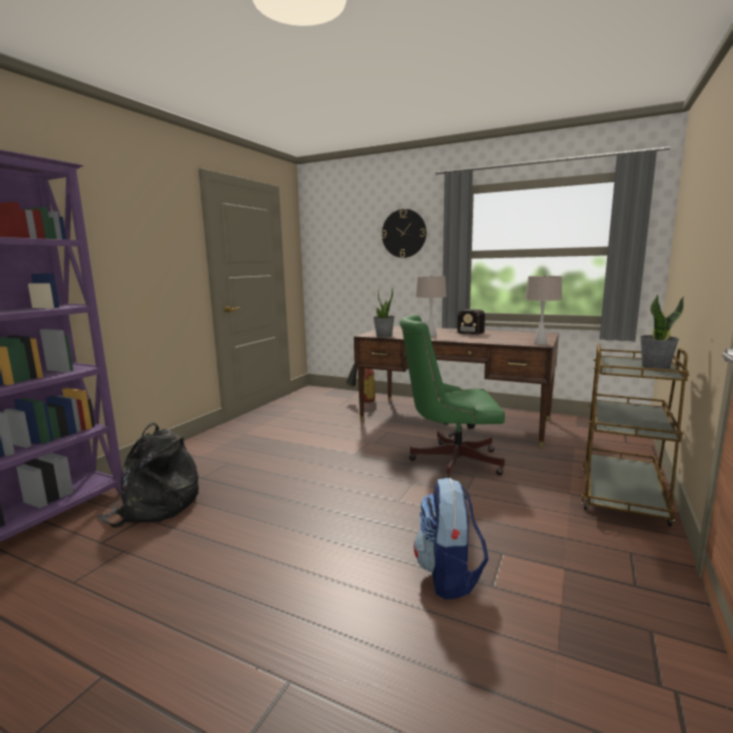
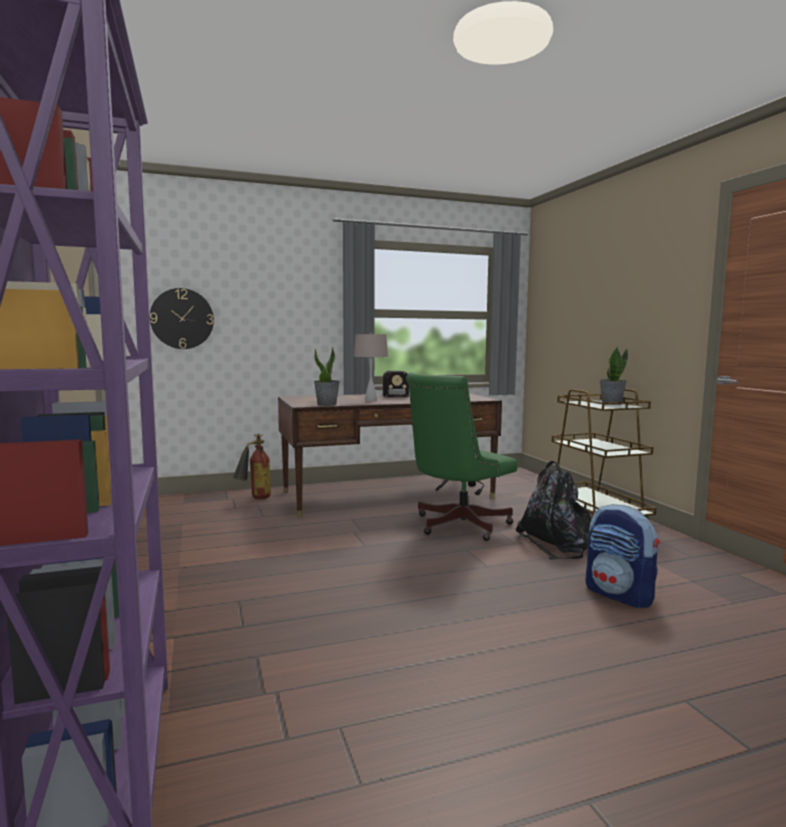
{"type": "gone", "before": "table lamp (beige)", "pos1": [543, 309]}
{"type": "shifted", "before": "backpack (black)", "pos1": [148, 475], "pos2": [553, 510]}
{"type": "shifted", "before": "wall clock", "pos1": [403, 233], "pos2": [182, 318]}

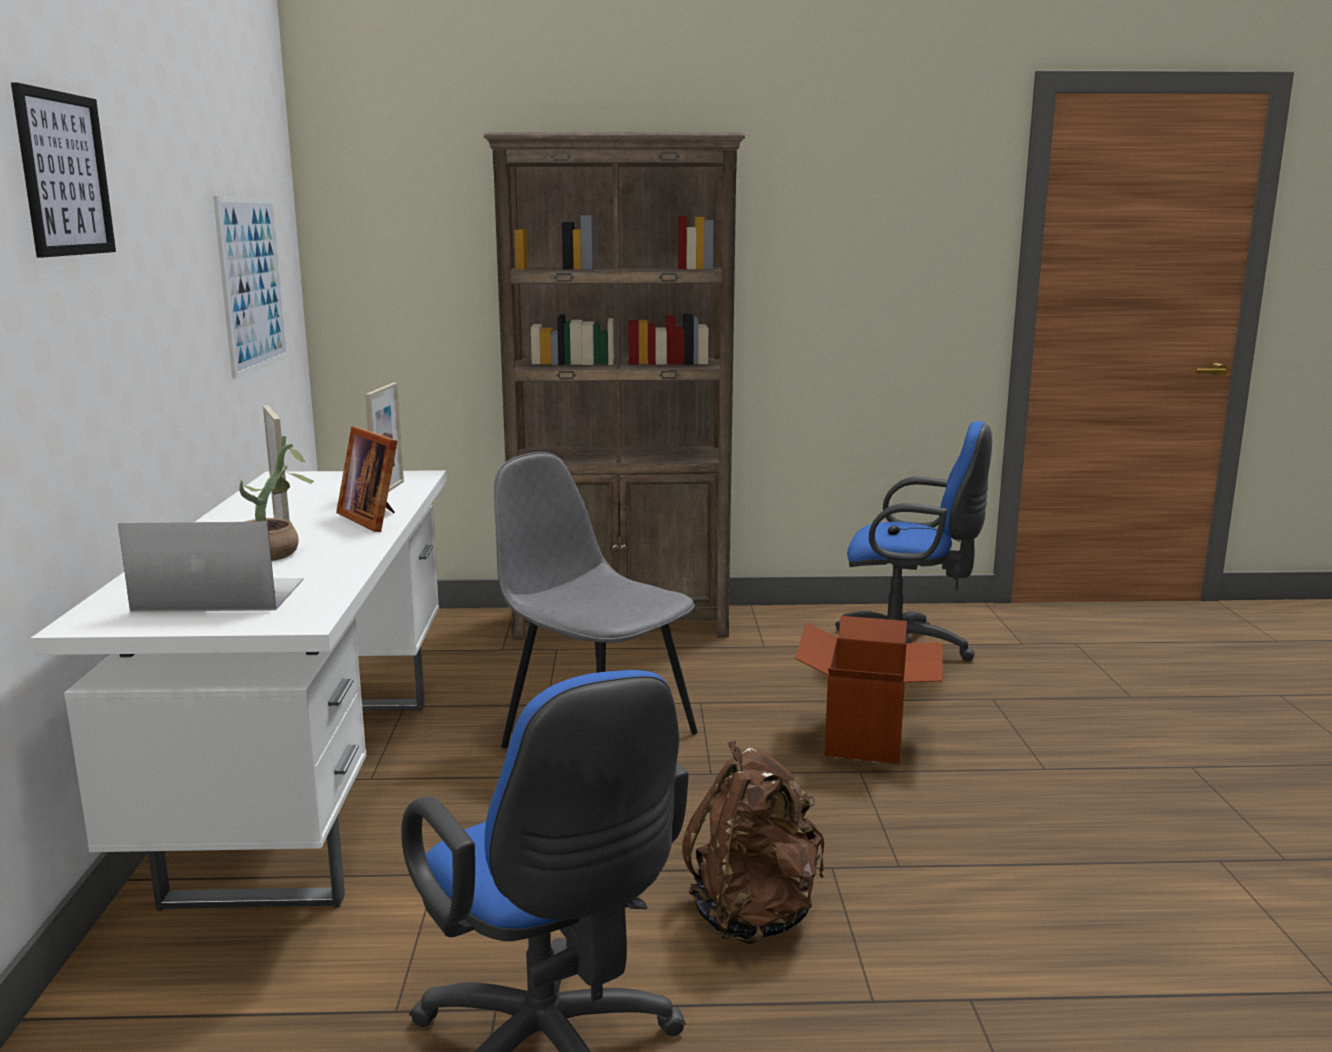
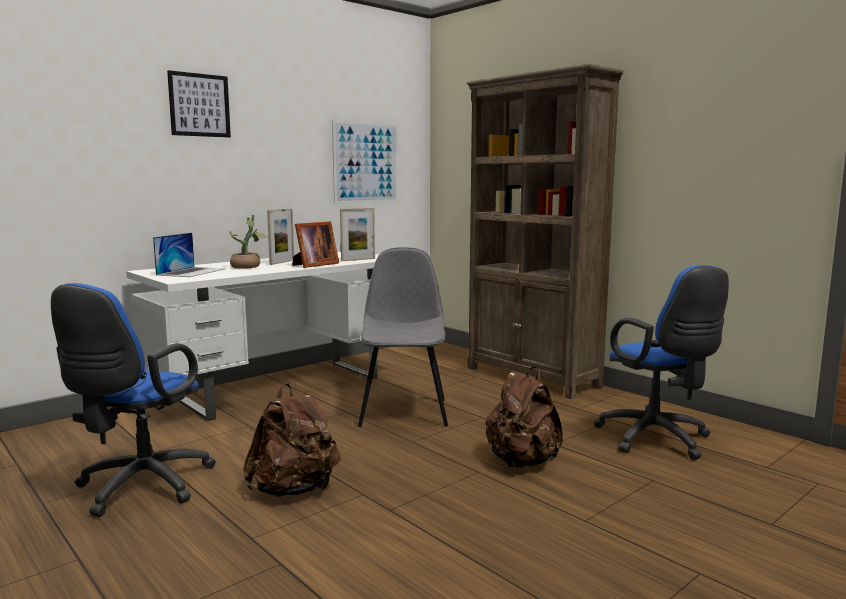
{"type": "swapped", "before": "packing box", "after": "backpack (brown)", "pos1": [869, 690], "pos2": [524, 417]}
{"type": "rotated", "before": "laptop", "pos1": [211, 567], "pos2": [189, 255], "turn": 60}
{"type": "rotated", "before": "photo frame", "pos1": [366, 479], "pos2": [315, 244], "turn": -150}

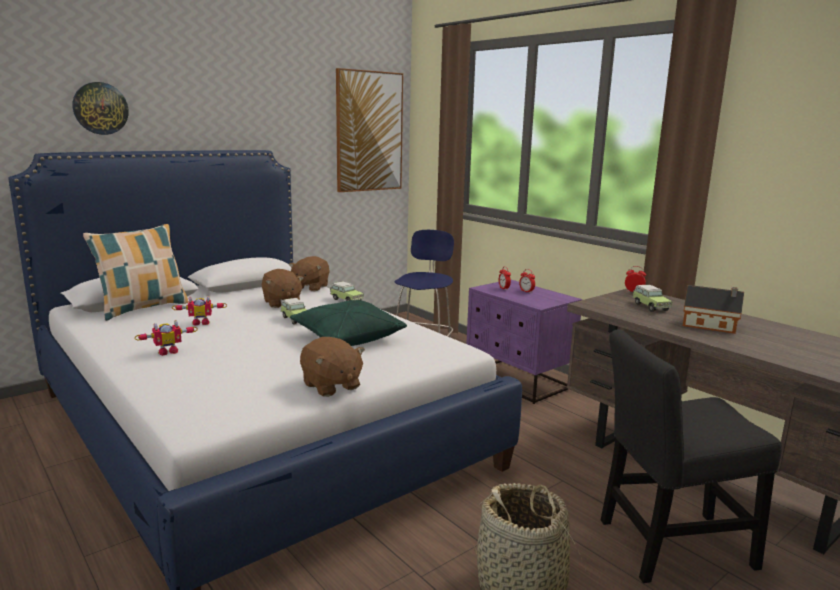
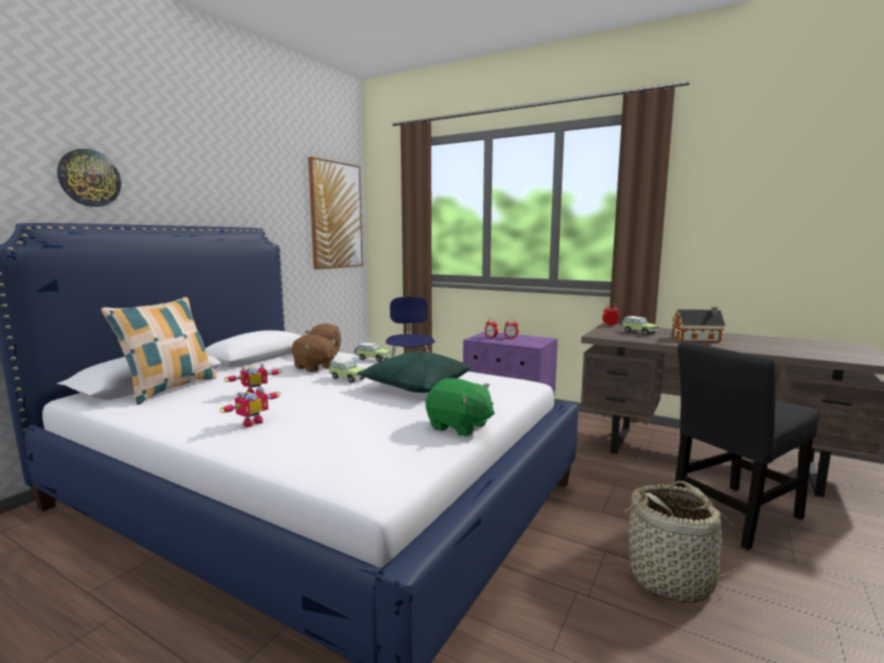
{"type": "repainted", "before": "cuddly toy (brown)", "after": "cuddly toy (green-coloured)", "pos1": [332, 367], "pos2": [460, 407]}

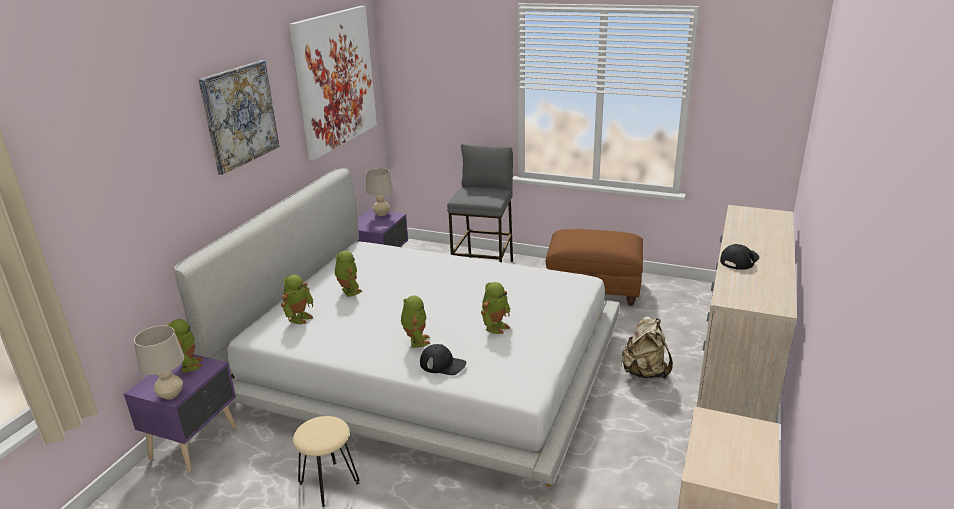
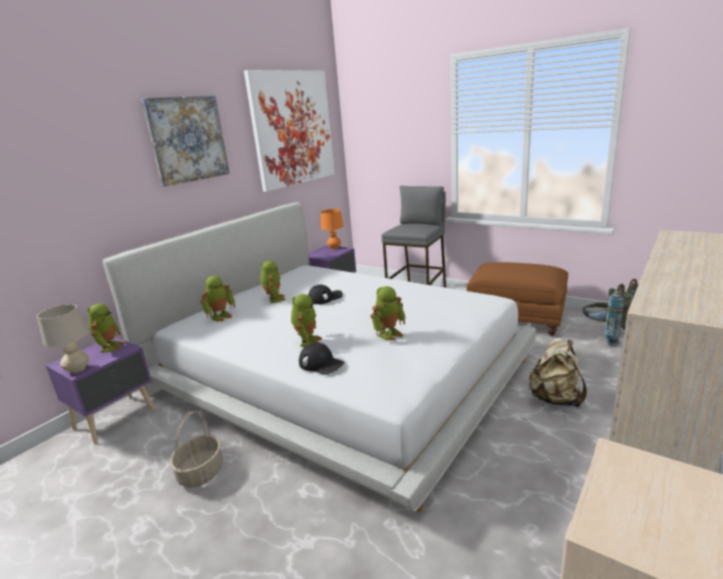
{"type": "new", "after": "backpack (grey)", "pos2": [610, 312]}
{"type": "shifted", "before": "peaked cap (black)", "pos1": [739, 257], "pos2": [325, 294]}
{"type": "swapped", "before": "stool seat (beige)", "after": "household basket", "pos1": [326, 461], "pos2": [196, 449]}
{"type": "repainted", "before": "table lamp (beige)", "after": "table lamp (orange-coloured)", "pos1": [379, 192], "pos2": [332, 229]}

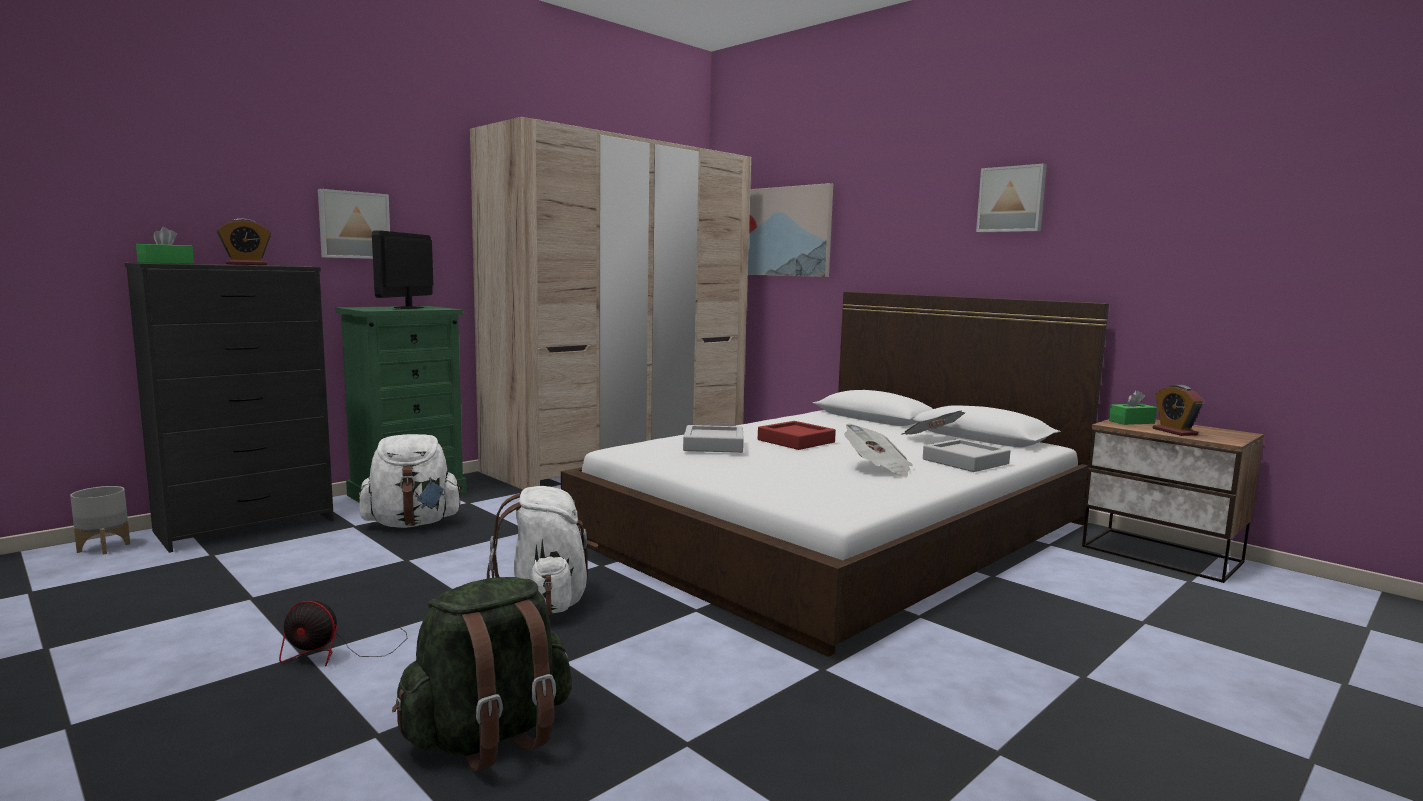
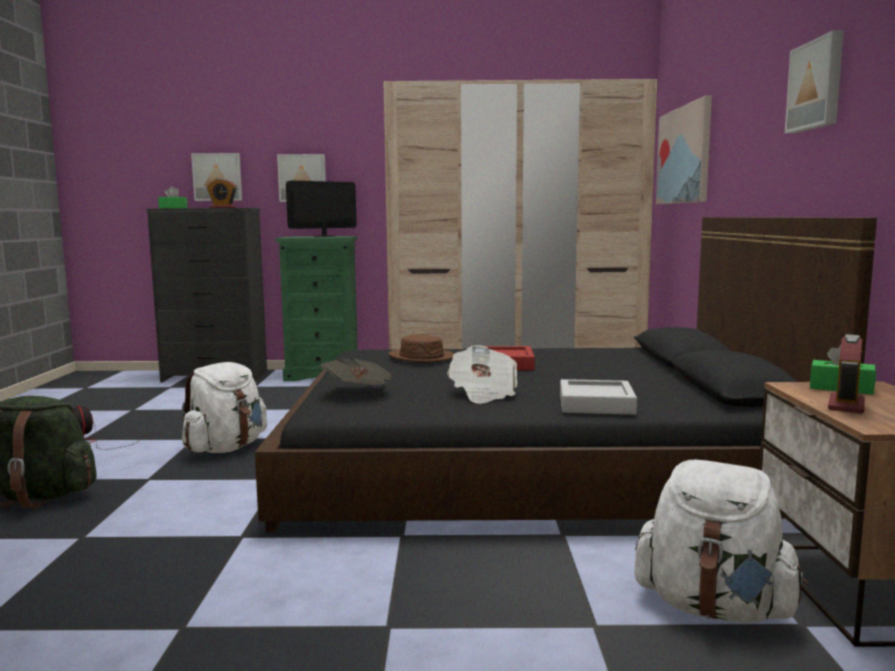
{"type": "gone", "before": "plant pot (grey)", "pos1": [100, 520]}
{"type": "new", "after": "wall picture", "pos2": [216, 177]}
{"type": "shifted", "before": "backpack (white-coloured)", "pos1": [410, 481], "pos2": [721, 541]}
{"type": "shifted", "before": "printed paper", "pos1": [933, 422], "pos2": [356, 371]}
{"type": "swapped", "before": "serving tray (grey)", "after": "clothing hat (brown)", "pos1": [713, 439], "pos2": [422, 348]}
{"type": "repainted", "before": "bed (white-coloured)", "after": "bed (black)", "pos1": [835, 474], "pos2": [566, 374]}

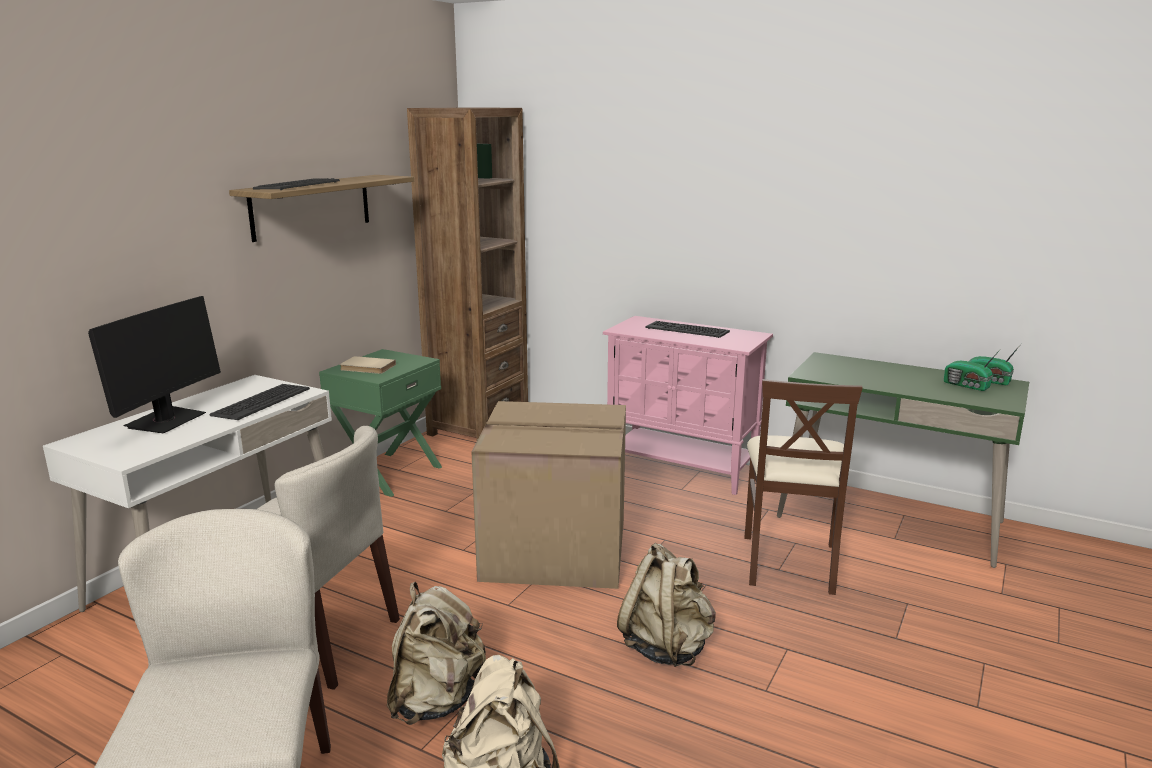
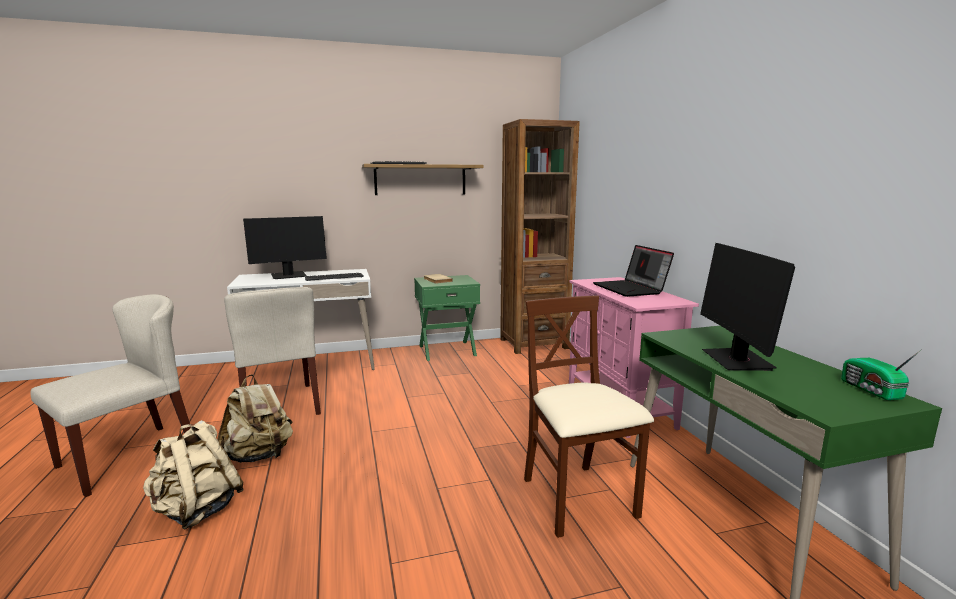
{"type": "gone", "before": "packing box", "pos1": [548, 495]}
{"type": "gone", "before": "backpack (beige)", "pos1": [666, 605]}
{"type": "gone", "before": "radio set", "pos1": [972, 370]}
{"type": "new", "after": "computer screen", "pos2": [747, 307]}
{"type": "swapped", "before": "keyboard", "after": "laptop", "pos1": [687, 329], "pos2": [633, 271]}
{"type": "rotated", "before": "plain chair (brown)", "pos1": [803, 487], "pos2": [589, 416], "turn": 105}

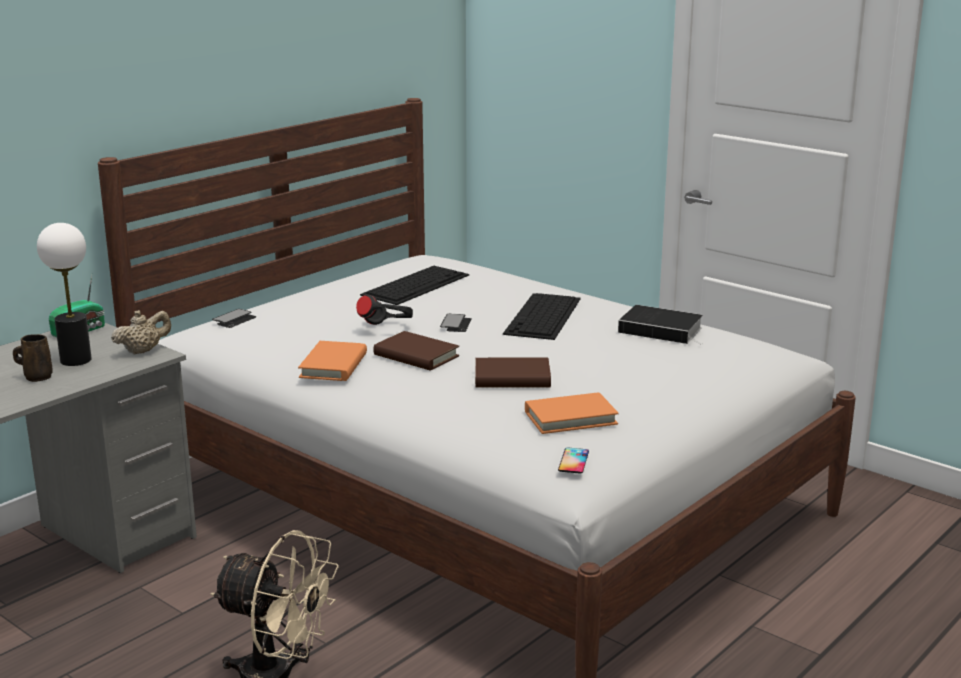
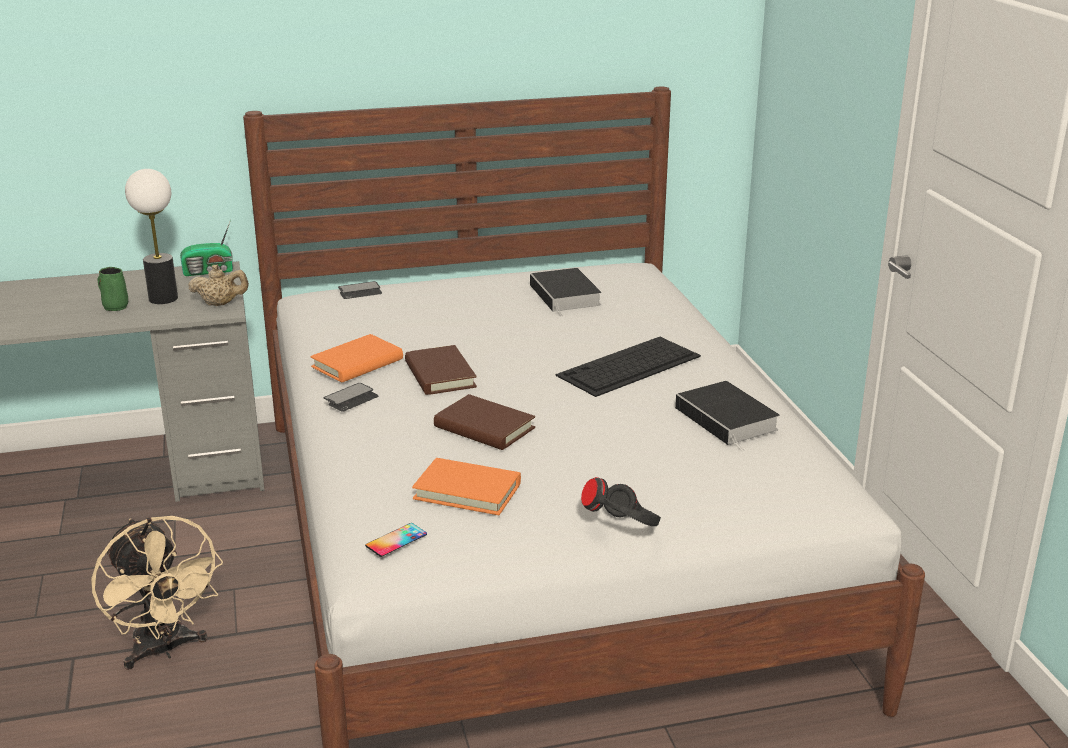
{"type": "shifted", "before": "headset (black)", "pos1": [384, 310], "pos2": [621, 501]}
{"type": "shifted", "before": "phone", "pos1": [456, 323], "pos2": [351, 397]}
{"type": "swapped", "before": "keyboard", "after": "volume", "pos1": [414, 285], "pos2": [565, 292]}
{"type": "repainted", "before": "tea mug (brown)", "after": "tea mug (green-coloured)", "pos1": [33, 358], "pos2": [112, 289]}

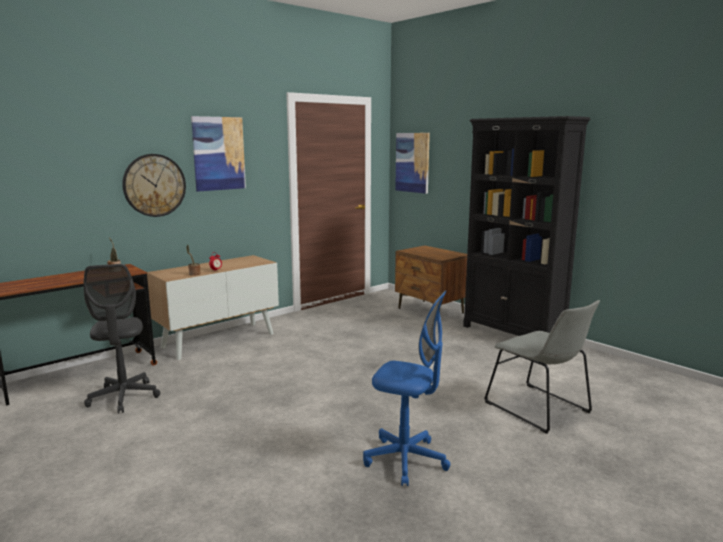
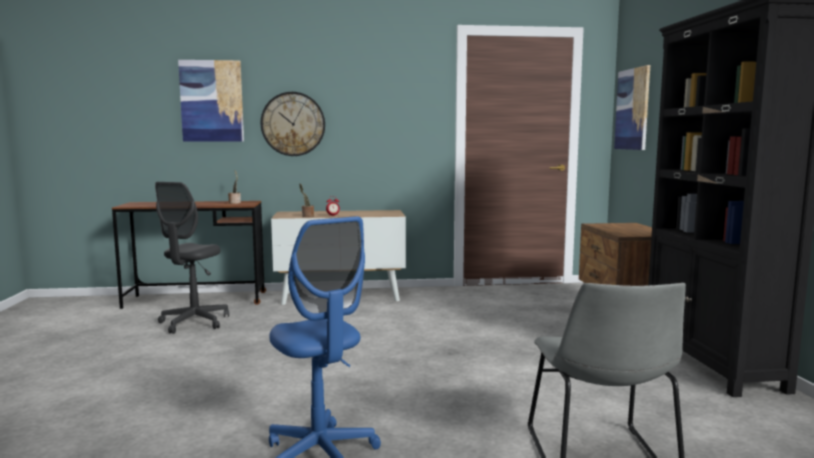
{"type": "shifted", "before": "wall picture", "pos1": [218, 154], "pos2": [211, 101]}

